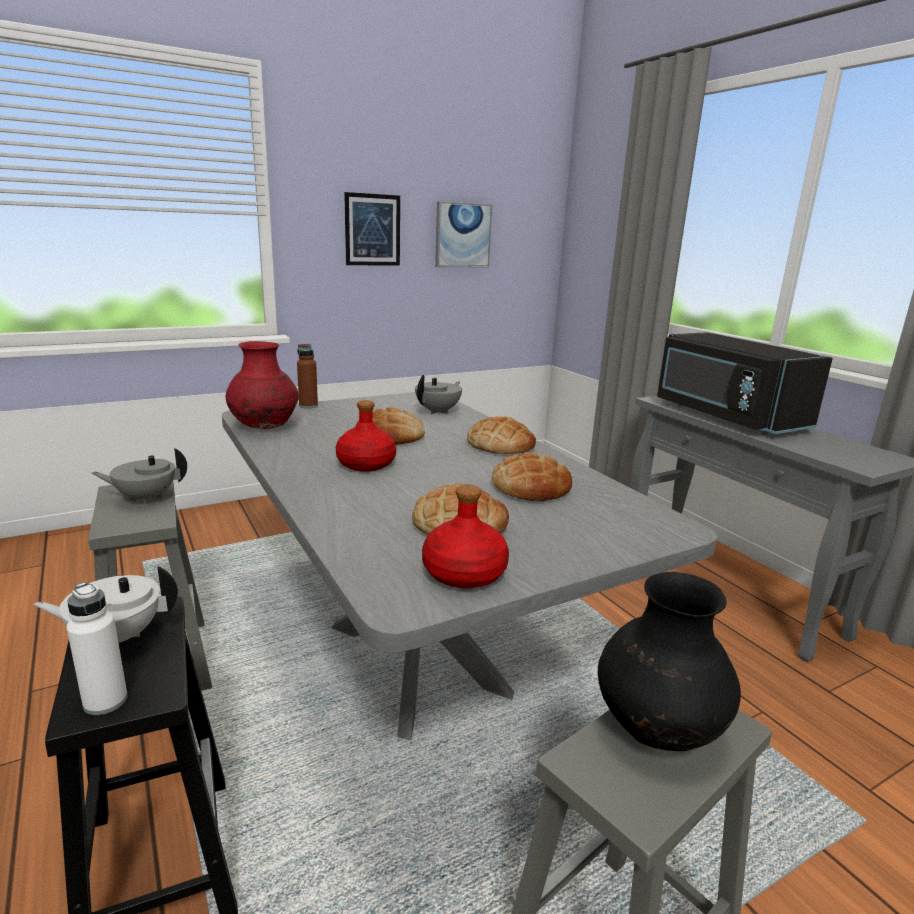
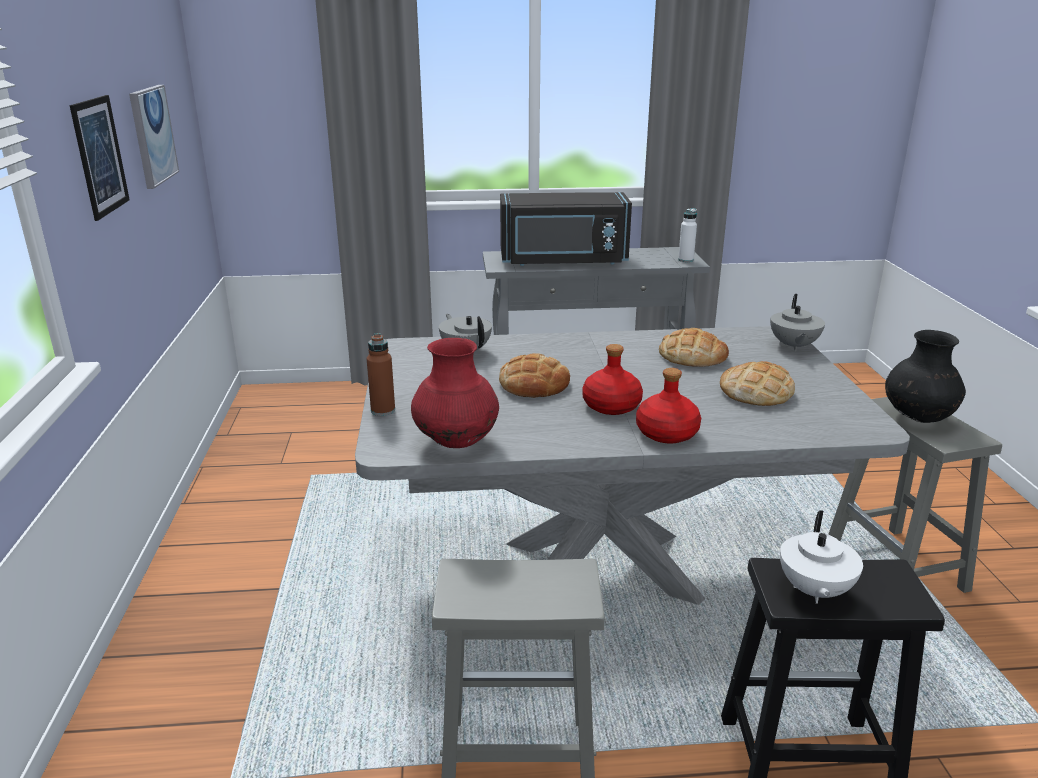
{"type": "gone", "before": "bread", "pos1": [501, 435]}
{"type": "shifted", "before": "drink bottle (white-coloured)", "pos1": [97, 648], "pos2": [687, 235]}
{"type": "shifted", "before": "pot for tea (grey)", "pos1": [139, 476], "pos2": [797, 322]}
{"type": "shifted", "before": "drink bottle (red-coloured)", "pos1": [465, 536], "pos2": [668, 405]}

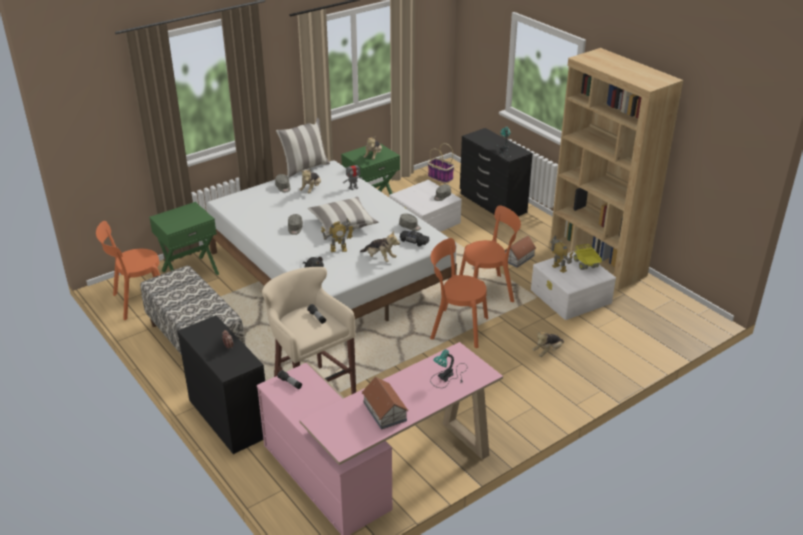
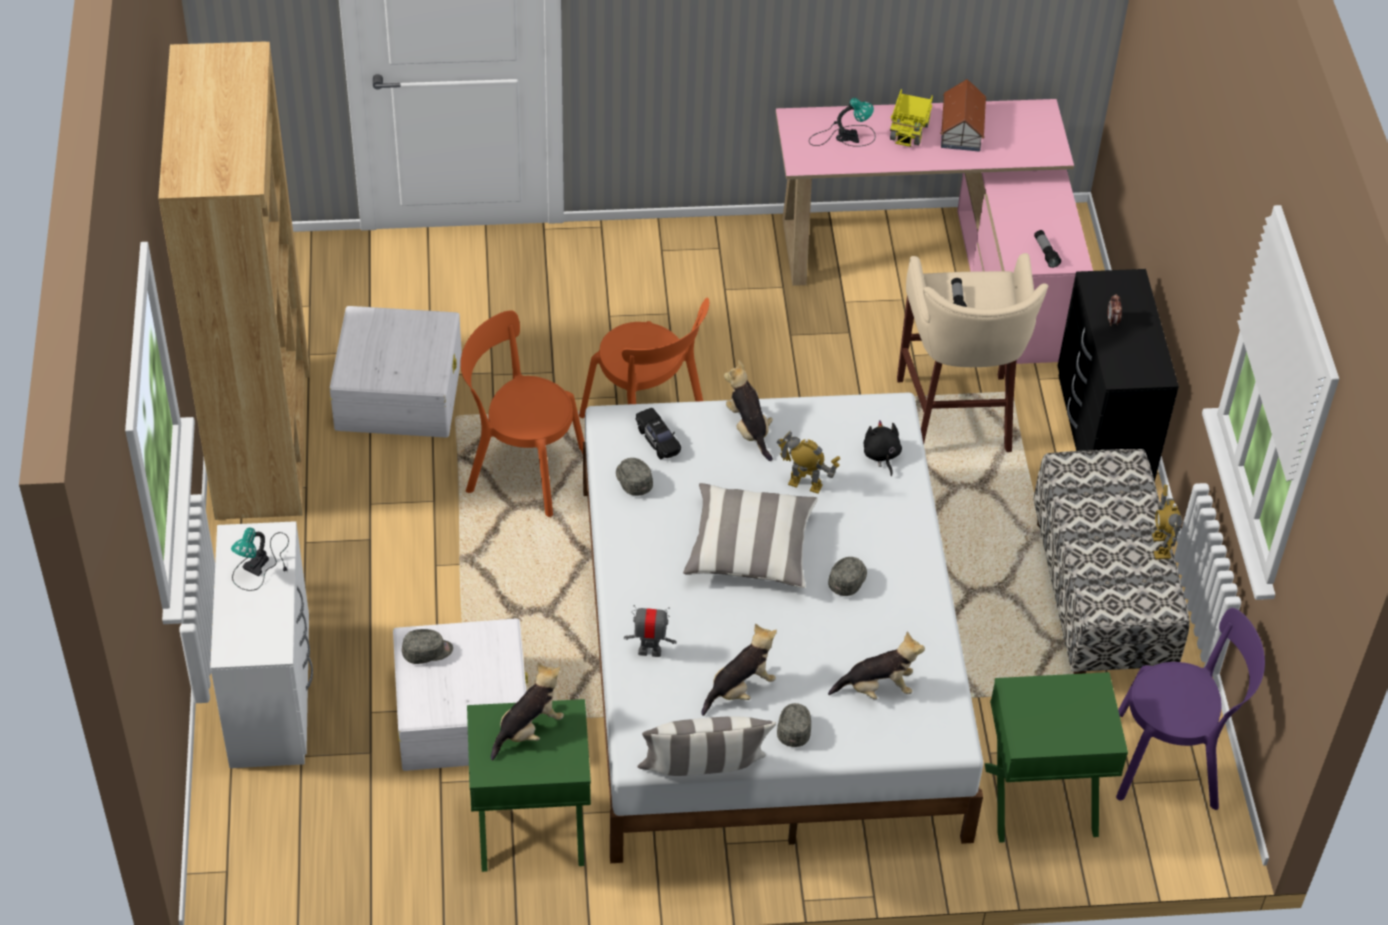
{"type": "gone", "before": "household basket", "pos1": [441, 163]}
{"type": "gone", "before": "miniature house", "pos1": [520, 252]}
{"type": "shifted", "before": "cuddly toy", "pos1": [548, 344], "pos2": [876, 665]}
{"type": "shifted", "before": "robot figure", "pos1": [561, 254], "pos2": [1167, 522]}
{"type": "shifted", "before": "toy lorry", "pos1": [588, 257], "pos2": [911, 118]}
{"type": "repainted", "before": "plain chair (orange-coloured)", "after": "plain chair (purple-coloured)", "pos1": [128, 270], "pos2": [1190, 709]}
{"type": "repainted", "before": "chest of drawers (black)", "after": "chest of drawers (white-coloured)", "pos1": [496, 172], "pos2": [261, 644]}

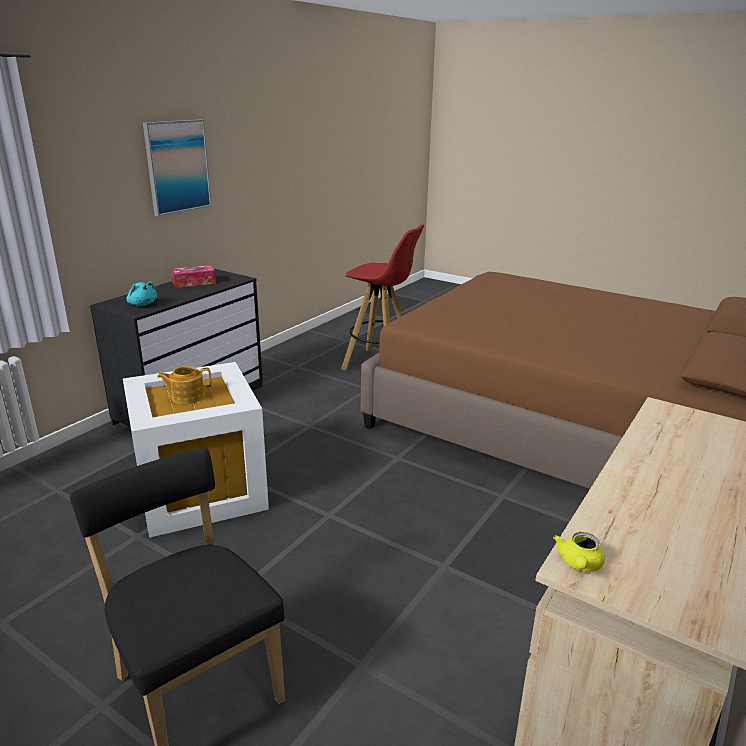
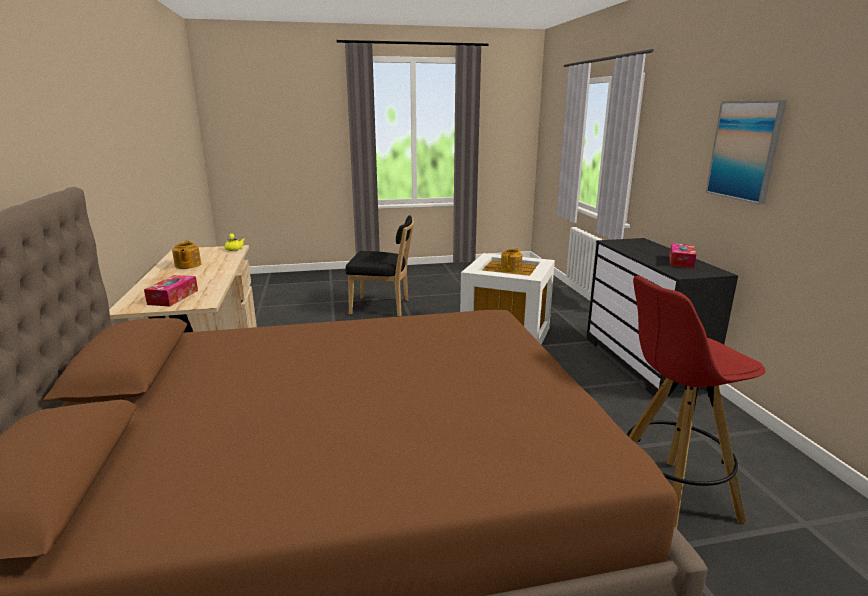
{"type": "gone", "before": "cuddly toy (turquoise)", "pos1": [142, 293]}
{"type": "new", "after": "box of tissues", "pos2": [171, 290]}
{"type": "new", "after": "pot for tea", "pos2": [186, 254]}

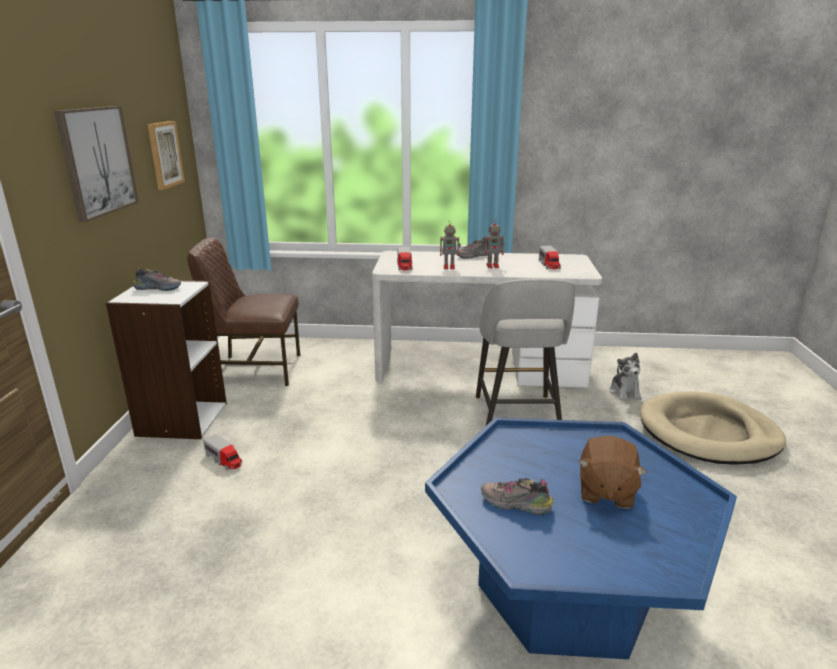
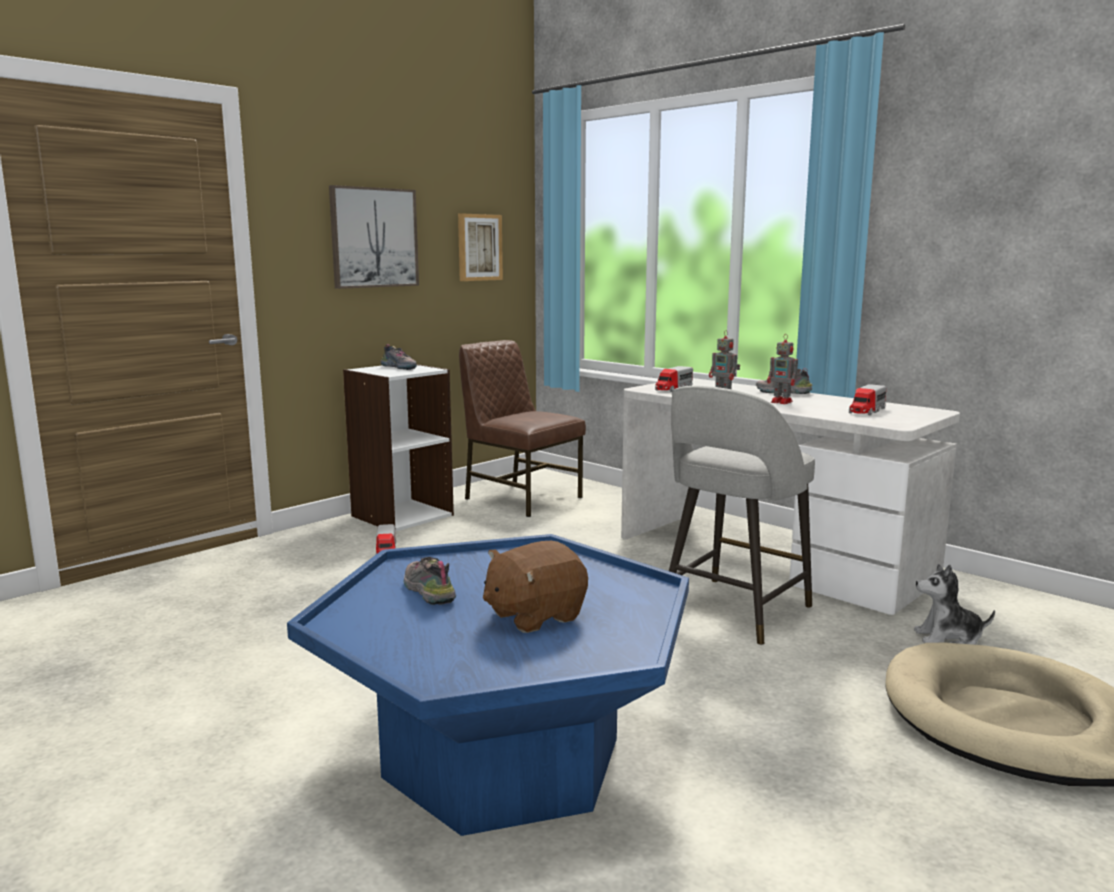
{"type": "rotated", "before": "cuddly toy", "pos1": [626, 377], "pos2": [954, 604], "turn": 60}

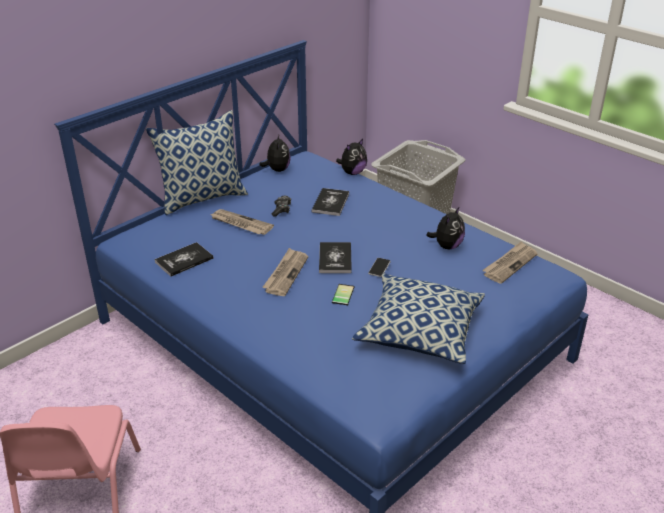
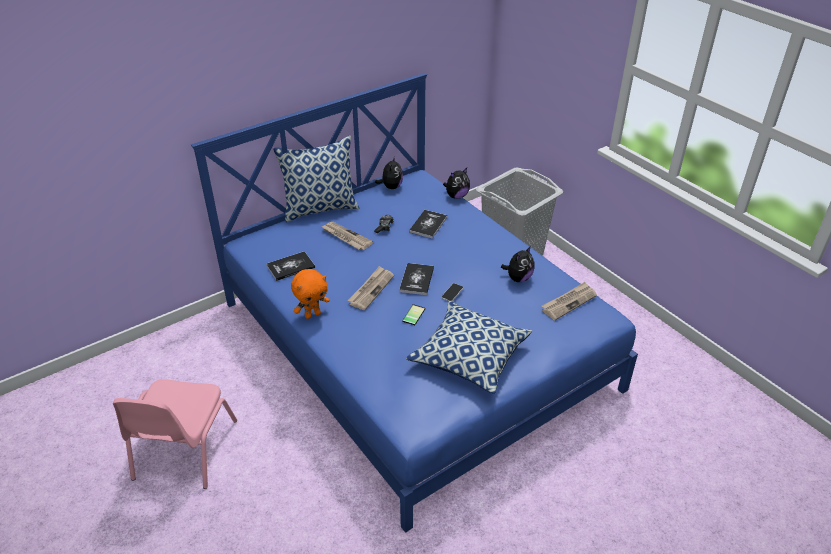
{"type": "new", "after": "cuddly toy (orange-coloured)", "pos2": [310, 294]}

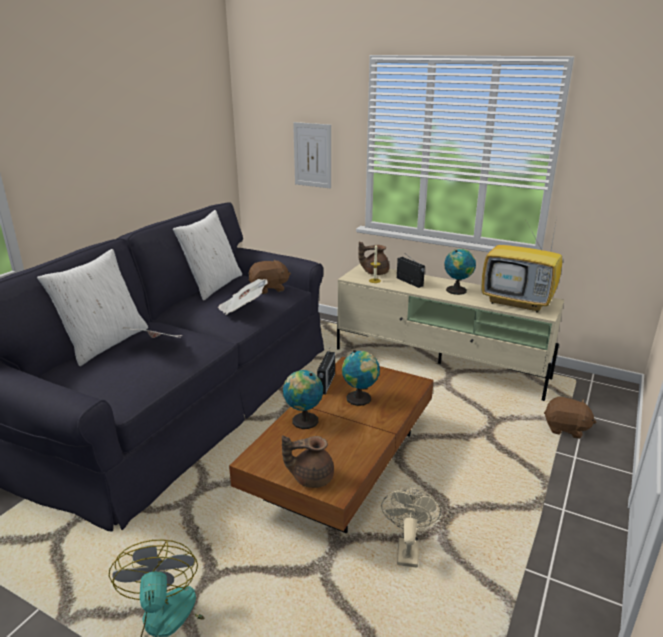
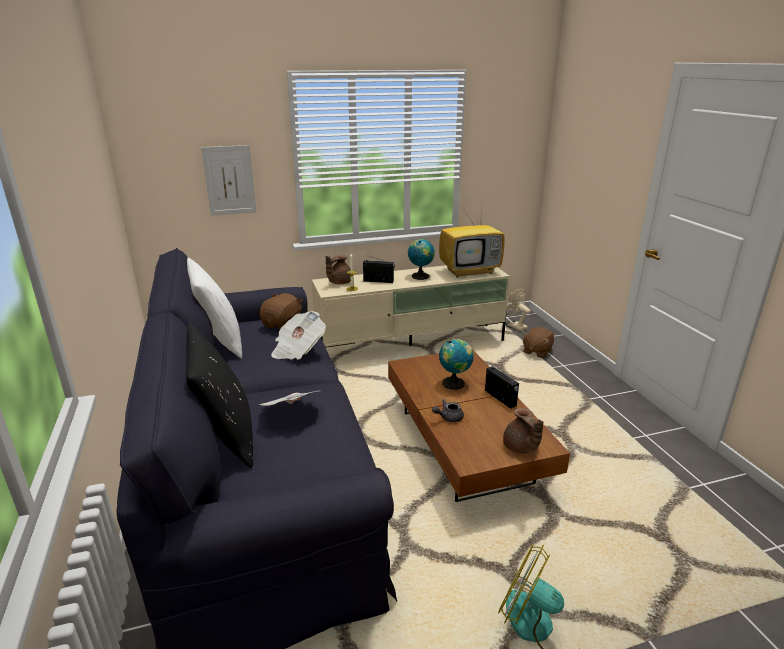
{"type": "shifted", "before": "radio set", "pos1": [326, 372], "pos2": [502, 386]}
{"type": "shifted", "before": "cooling fan (beige)", "pos1": [411, 528], "pos2": [518, 310]}
{"type": "swapped", "before": "world globe", "after": "pot for tea (grey)", "pos1": [303, 399], "pos2": [448, 410]}
{"type": "repainted", "before": "cushion (white-coloured)", "after": "cushion (black)", "pos1": [92, 307], "pos2": [219, 395]}
{"type": "rotated", "before": "pot for tea (brown)", "pos1": [308, 462], "pos2": [523, 431], "turn": -60}
{"type": "rotated", "before": "cuddly toy (brown)", "pos1": [570, 417], "pos2": [538, 342], "turn": 150}

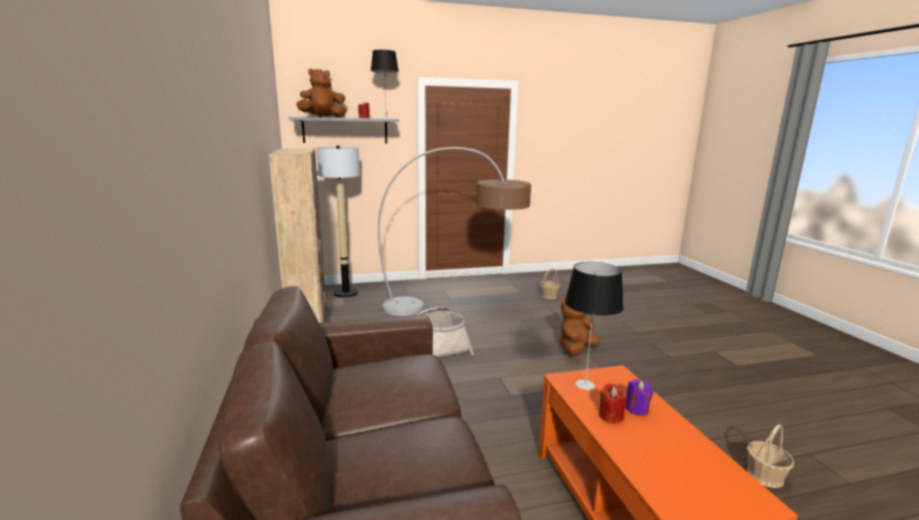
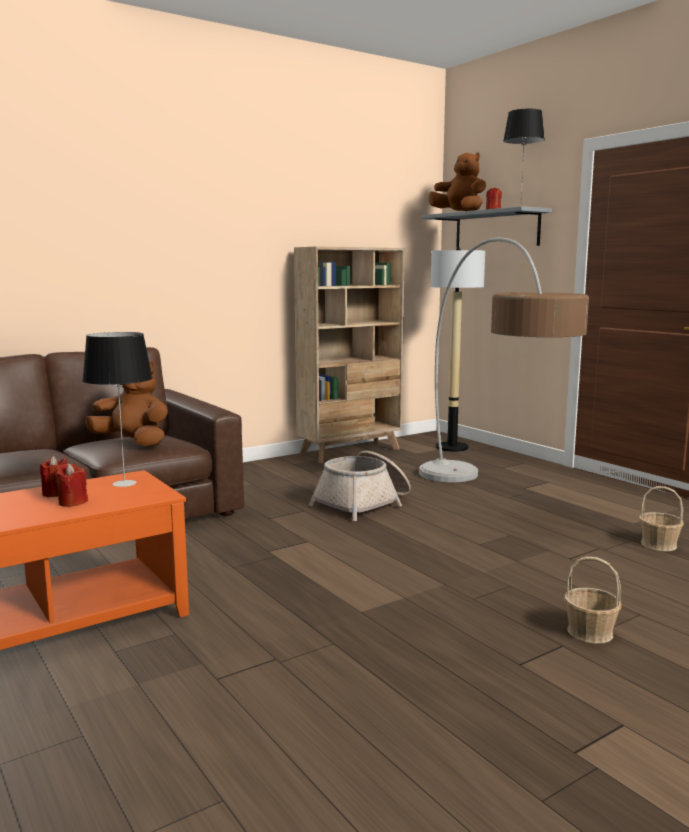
{"type": "shifted", "before": "cuddly toy (brown)", "pos1": [579, 326], "pos2": [126, 403]}
{"type": "shifted", "before": "household basket", "pos1": [770, 456], "pos2": [592, 600]}
{"type": "repainted", "before": "wax candle (purple-coloured)", "after": "wax candle (red-coloured)", "pos1": [639, 397], "pos2": [71, 485]}

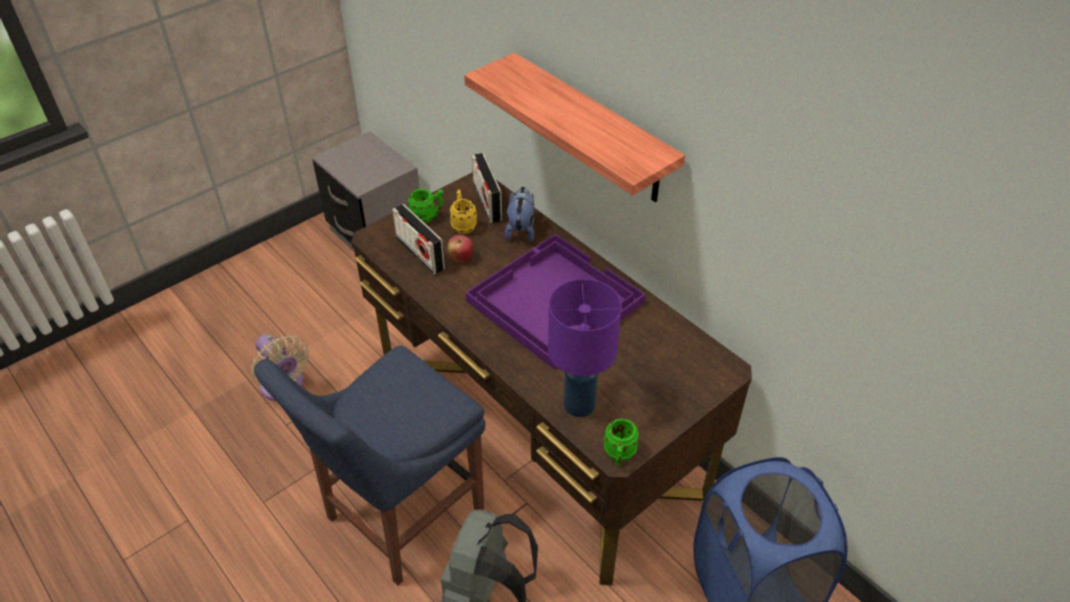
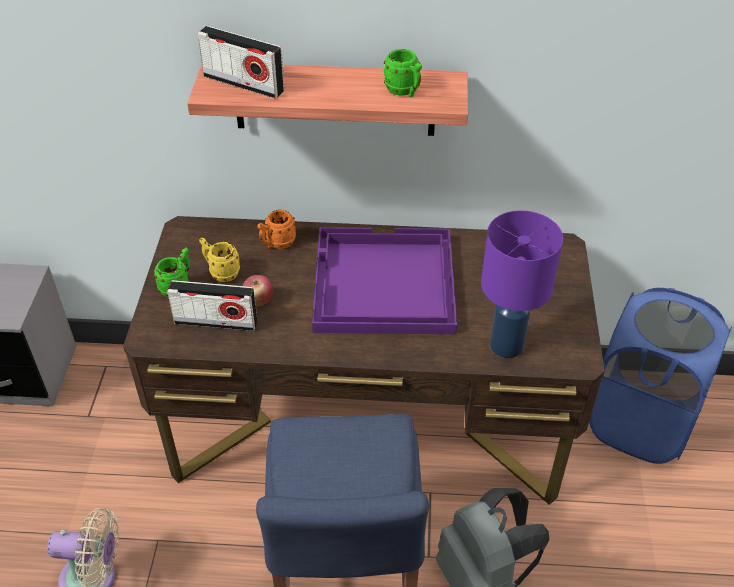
{"type": "shifted", "before": "radio set", "pos1": [487, 188], "pos2": [240, 62]}
{"type": "shifted", "before": "tea mug (green-coloured)", "pos1": [622, 442], "pos2": [403, 73]}
{"type": "swapped", "before": "cuddly toy", "after": "tea mug (orange-coloured)", "pos1": [520, 214], "pos2": [276, 229]}

